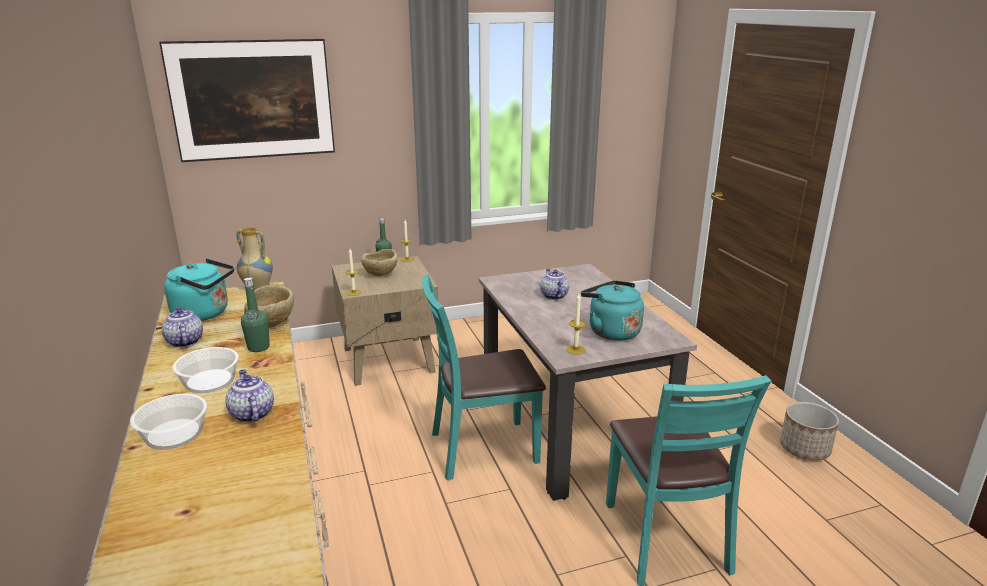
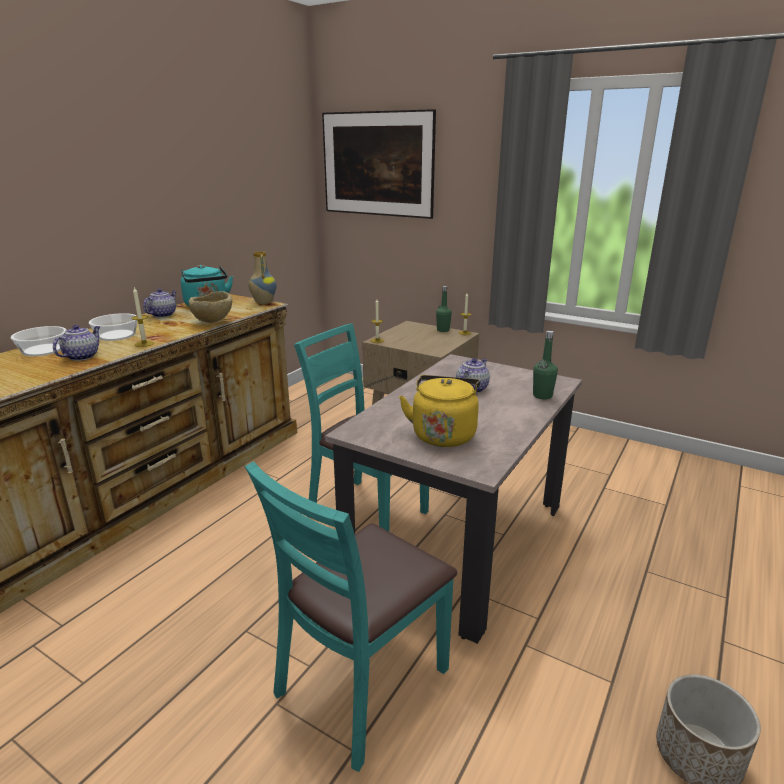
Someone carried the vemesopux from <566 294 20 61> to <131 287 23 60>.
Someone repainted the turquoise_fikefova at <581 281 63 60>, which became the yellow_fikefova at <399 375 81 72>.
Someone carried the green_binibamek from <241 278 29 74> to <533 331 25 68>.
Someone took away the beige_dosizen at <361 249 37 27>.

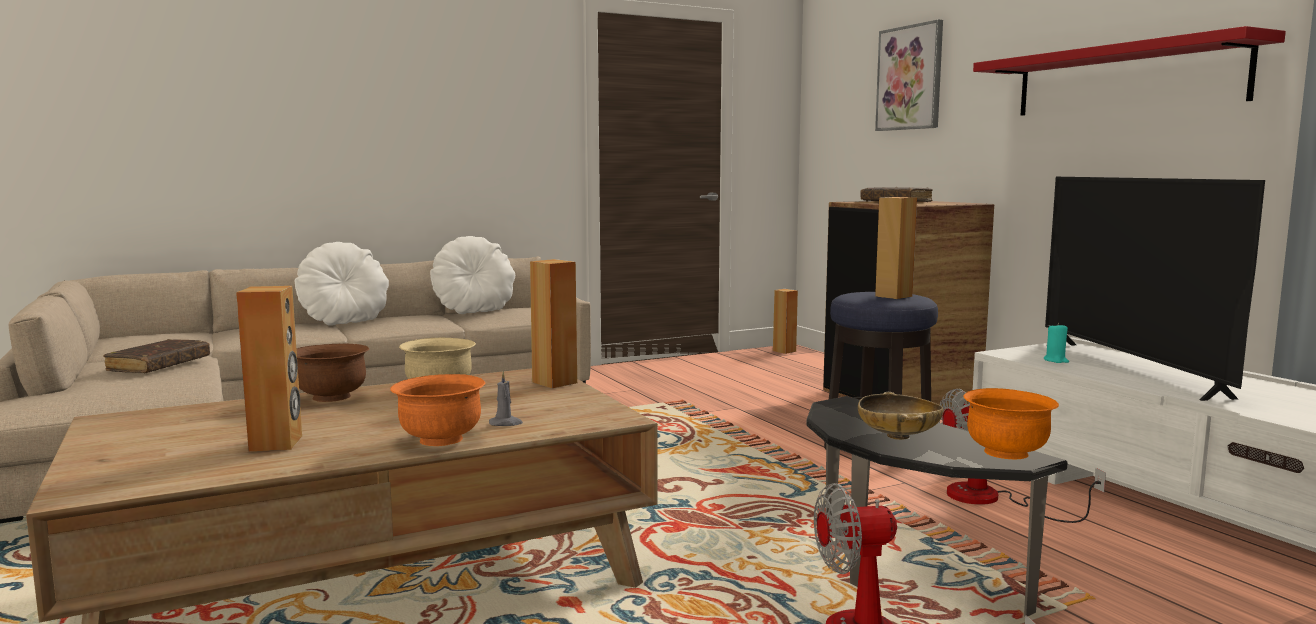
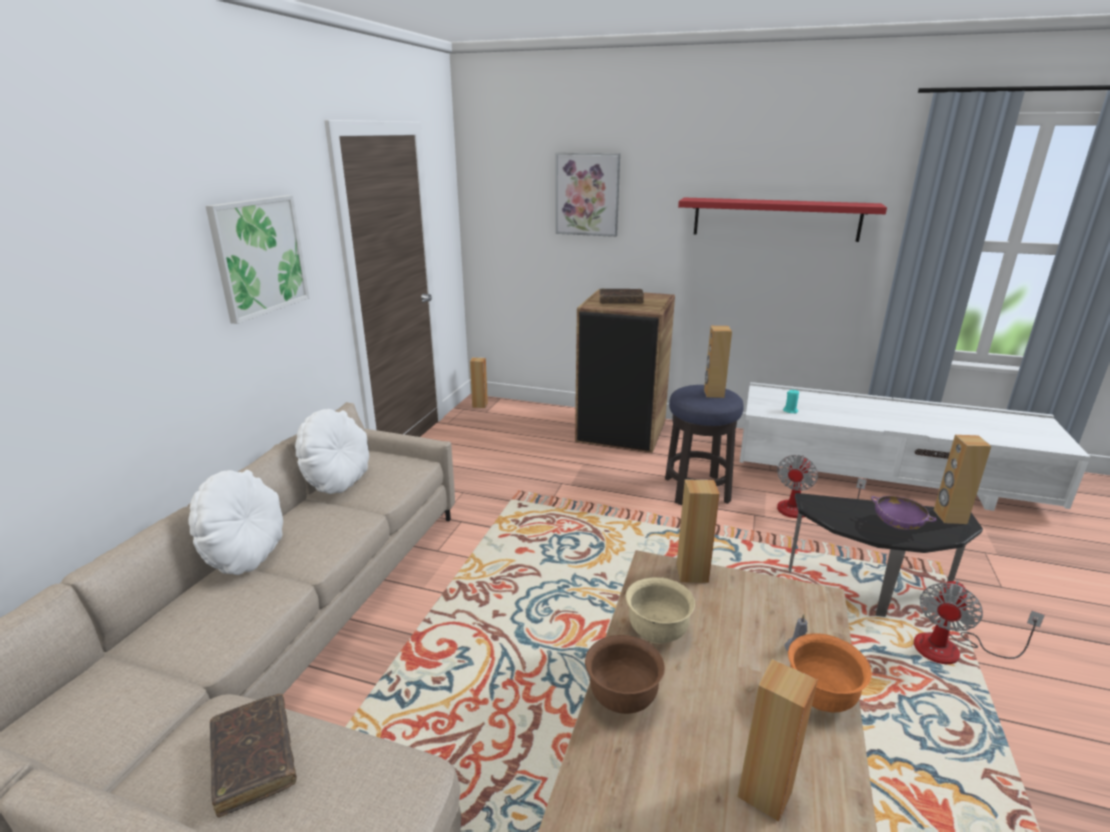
Someone put up the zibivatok at <206 195 103 129>.
Someone repainted the beige_dosizen at <858 392 86 48>, which became the purple_dosizen at <871 496 66 34>.
Someone swapped the orange_dosizen at <963 388 96 71> for the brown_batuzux at <934 435 57 89>.
Someone took away the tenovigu at <1045 177 220 224>.

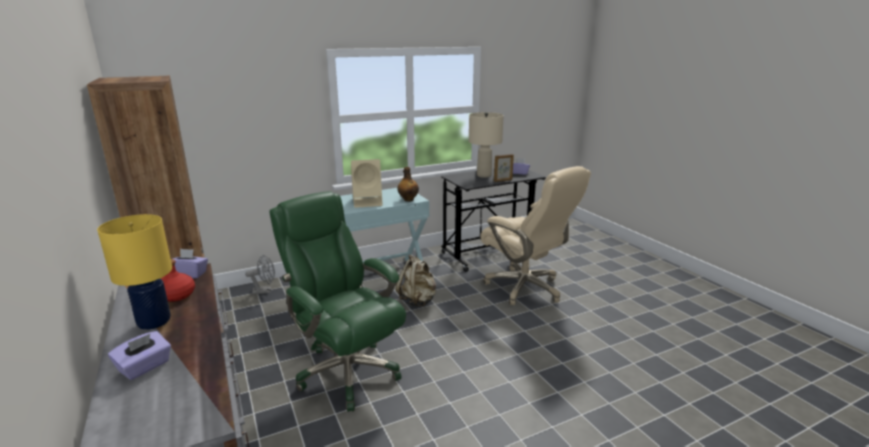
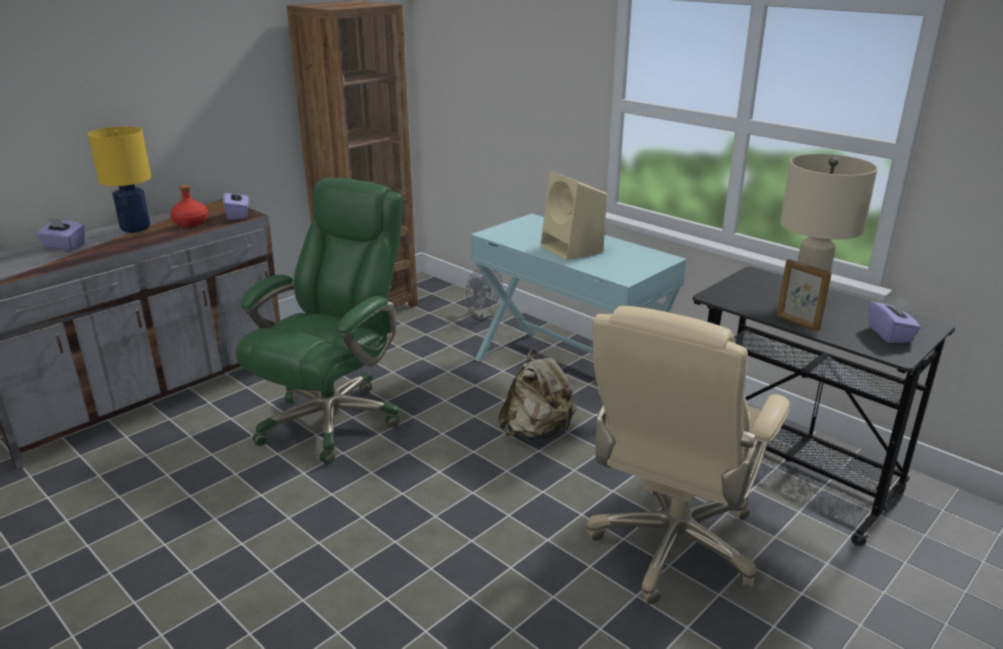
Someone took away the binibamek at <397 167 22 35>.

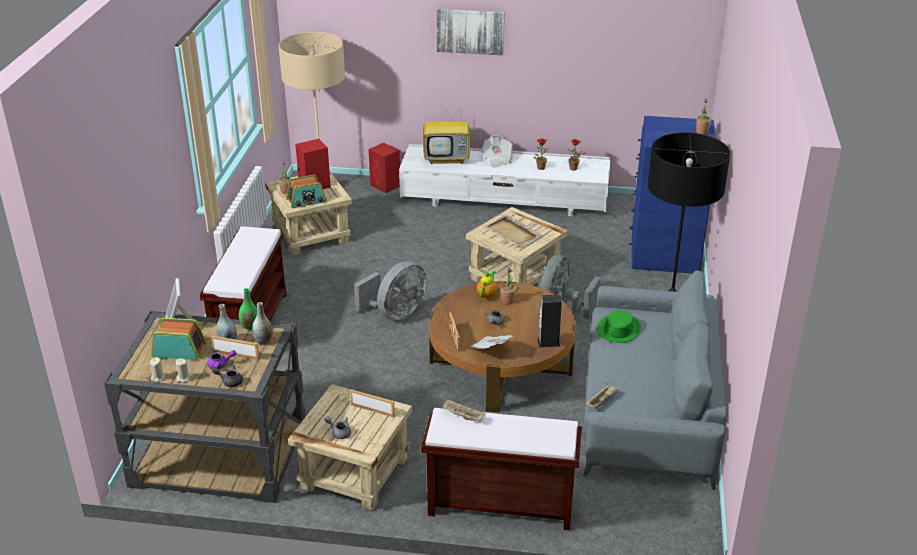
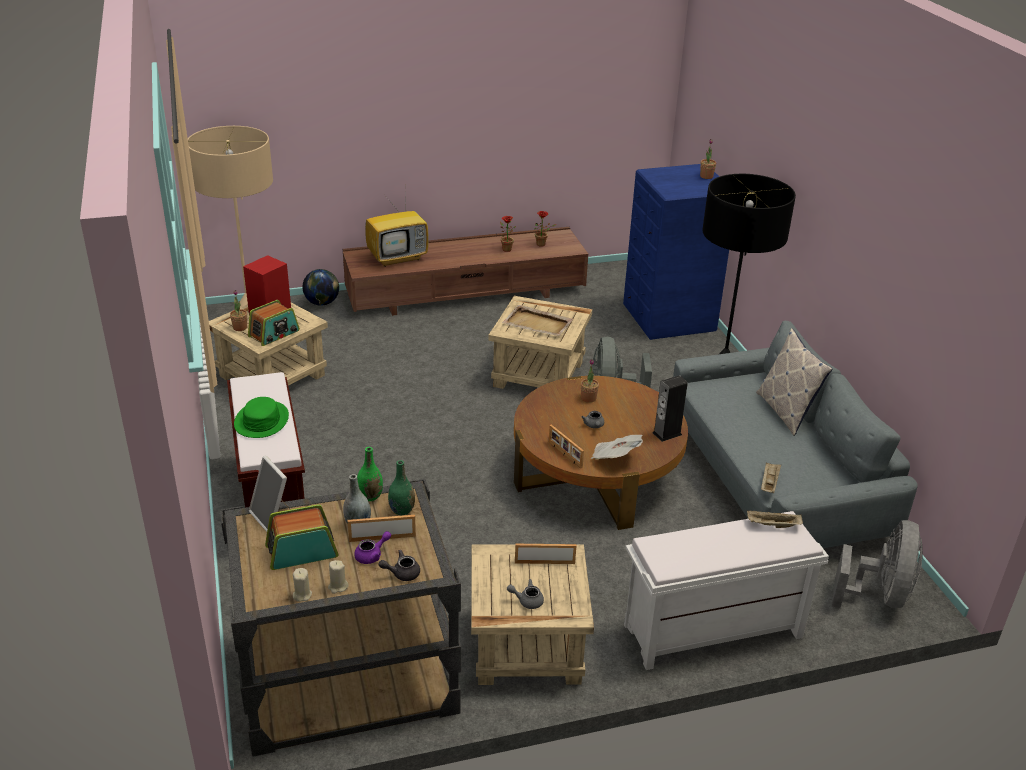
Someone carried the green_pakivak from <597 310 44 33> to <234 397 55 41>.
Someone swapped the red_batuzux at <368 143 32 50> for the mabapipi at <303 269 36 37>.
Someone repainted the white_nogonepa at <399 144 211 72>, which became the brown_nogonepa at <343 227 245 89>.
Someone repainted the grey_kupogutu at <252 302 21 42>, which became the green_kupogutu at <388 460 27 56>.
Someone repainted the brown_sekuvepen at <421 408 161 122>, which became the white_sekuvepen at <624 511 205 159>.
Someone carried the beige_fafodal from <442 399 44 22> to <747 511 56 17>.
Someone put down the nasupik at <756 328 77 108>.
Someone carried the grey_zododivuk from <354 261 73 59> to <832 520 91 88>.
Someone took away the zibivatok at <436 9 69 46>.
Someone took away the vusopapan at <477 271 20 29>.
Someone took away the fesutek at <482 135 31 33>.

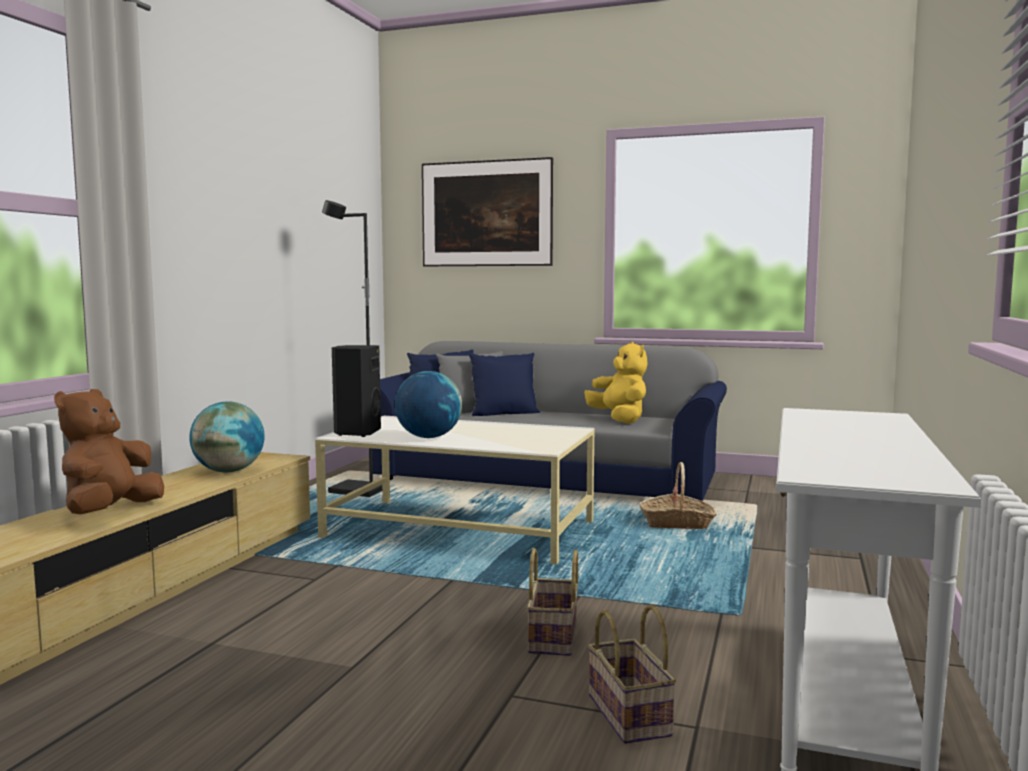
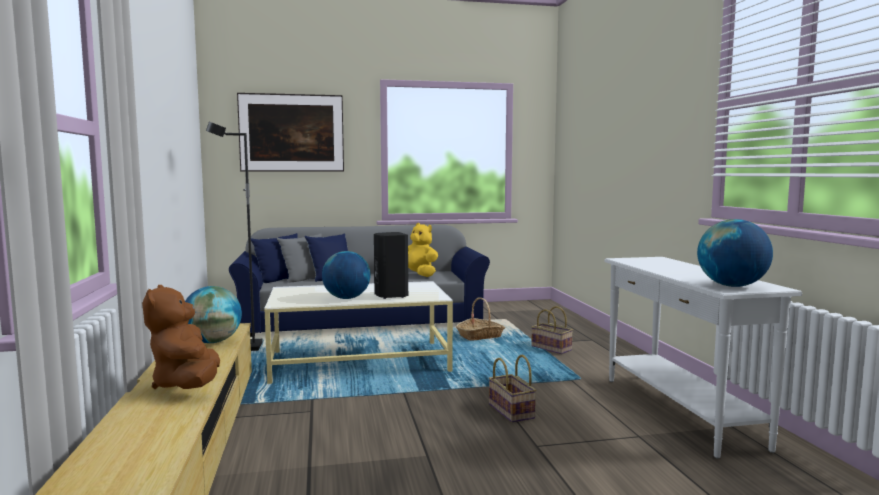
Someone carried the black_batuzux from <332 345 49 92> to <374 232 34 67>.
Someone carried the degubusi from <588 605 88 139> to <531 306 42 48>.
Someone put down the mabapipi at <697 219 76 68>.

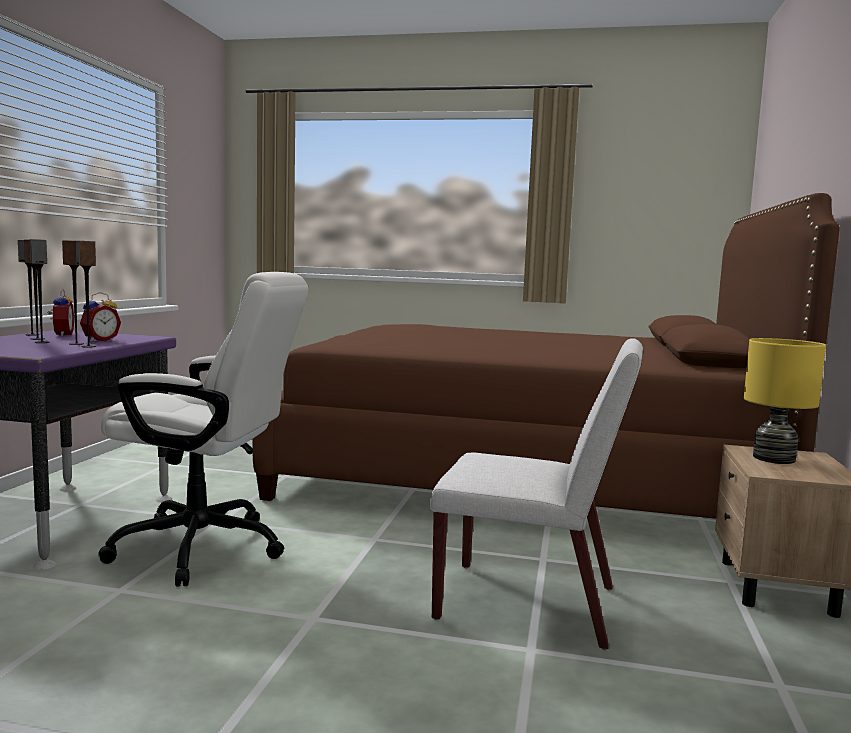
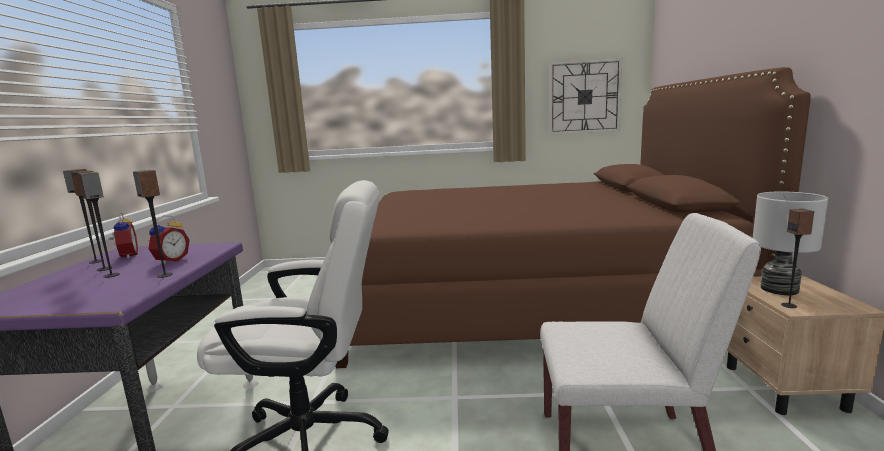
Someone put up the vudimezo at <549 58 73 77>.
Someone repainted the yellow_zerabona at <744 338 82 126>, which became the grey_zerabona at <753 192 75 103>.
Someone carried the batuzux from <62 240 22 105> to <781 209 33 99>.

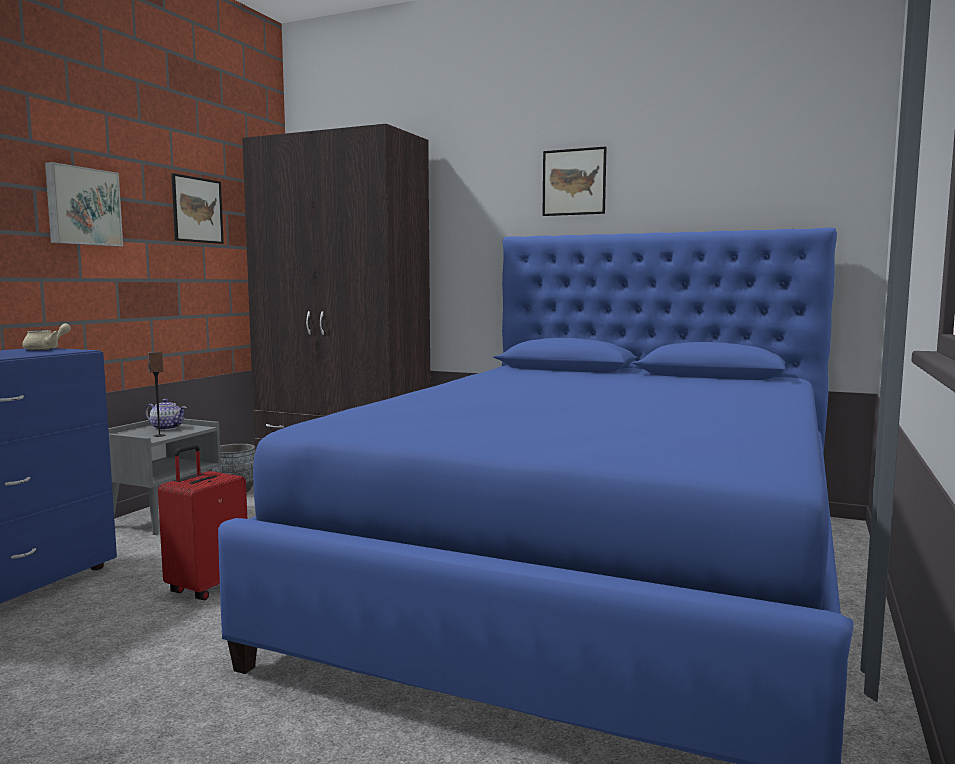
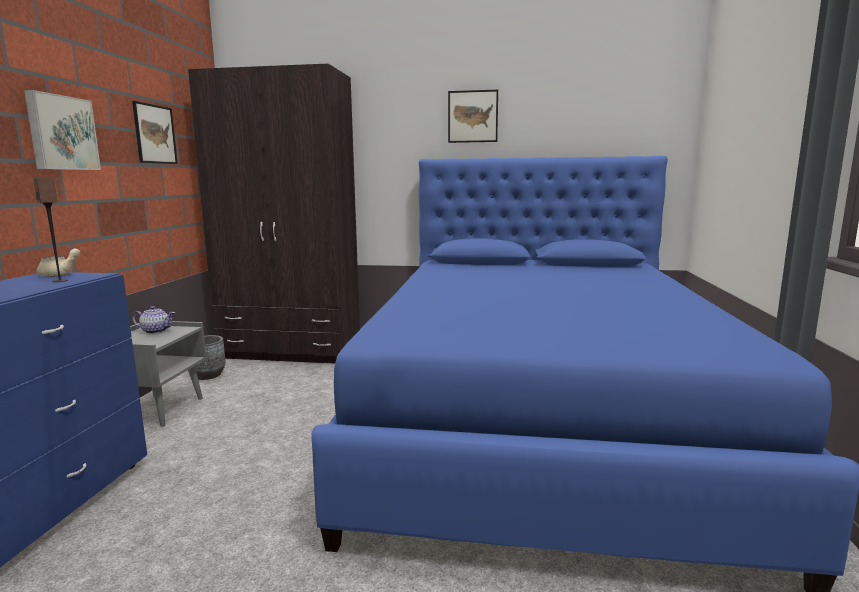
Someone carried the batuzux from <148 352 17 85> to <33 178 35 104>.
Someone took away the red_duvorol at <158 445 89 155>.

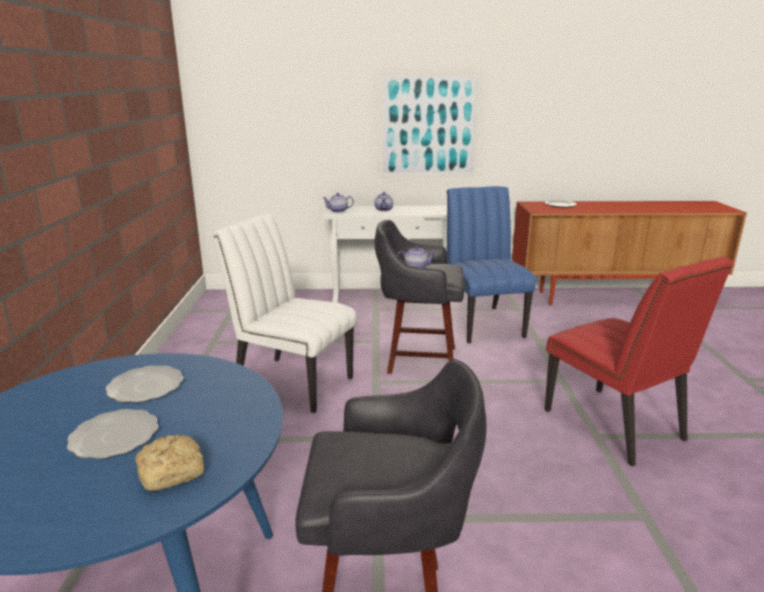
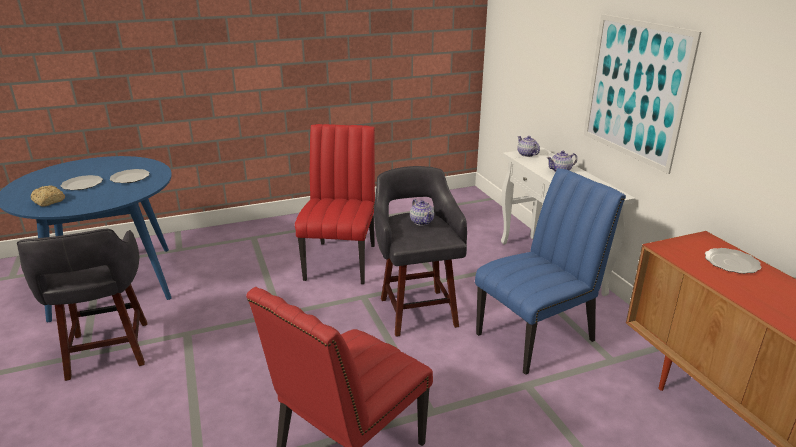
Someone repainted the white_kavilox at <213 214 144 199>, which became the red_kavilox at <295 124 80 160>.

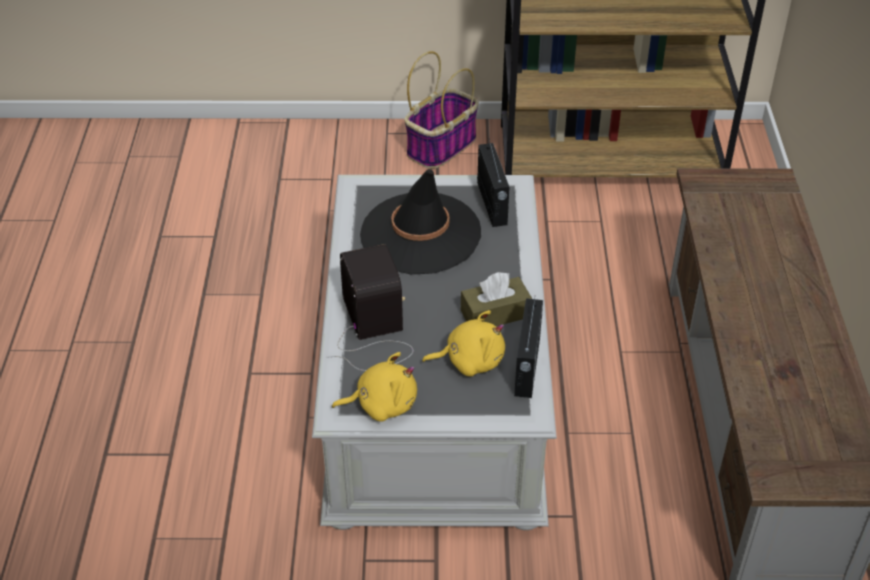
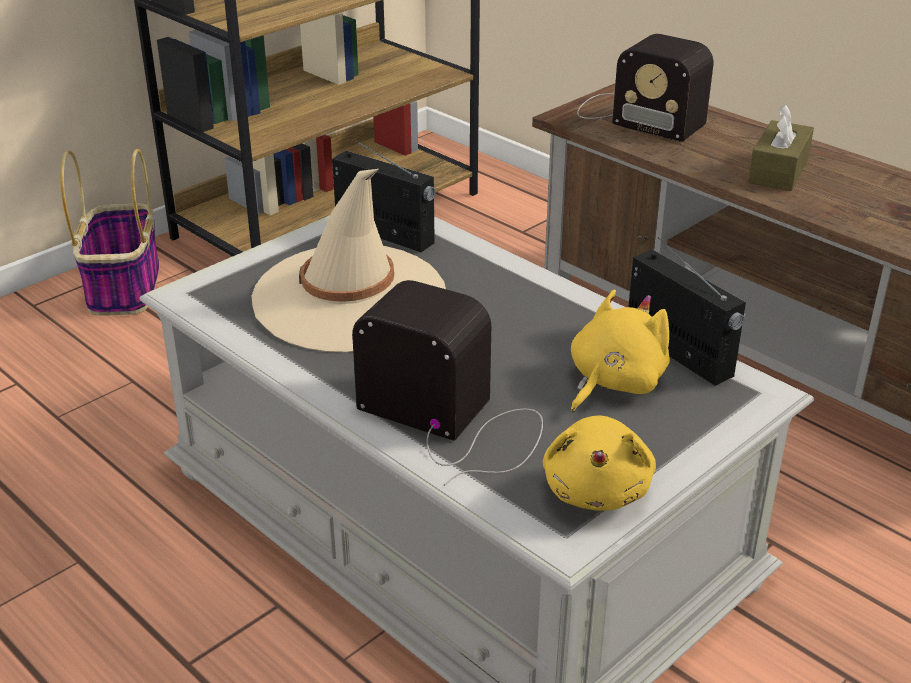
Someone repainted the black_pakivak at <360 169 121 105>, which became the beige_pakivak at <252 169 194 184>.
Someone rotated the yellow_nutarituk at <332 352 85 70> by 150 degrees clockwise.
Someone put down the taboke at <577 34 136 108>.
Someone carried the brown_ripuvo from <461 272 71 54> to <748 104 66 87>.

